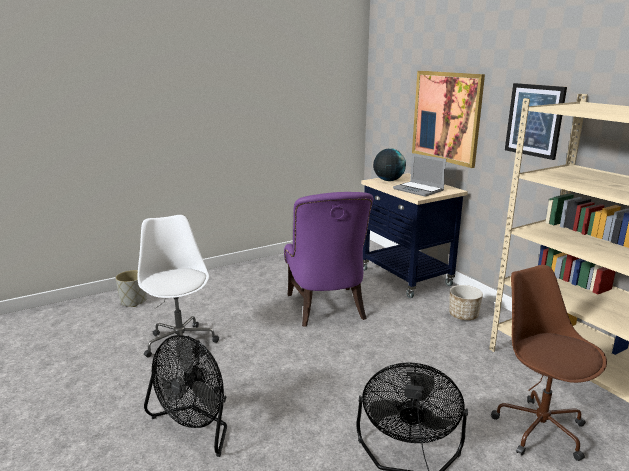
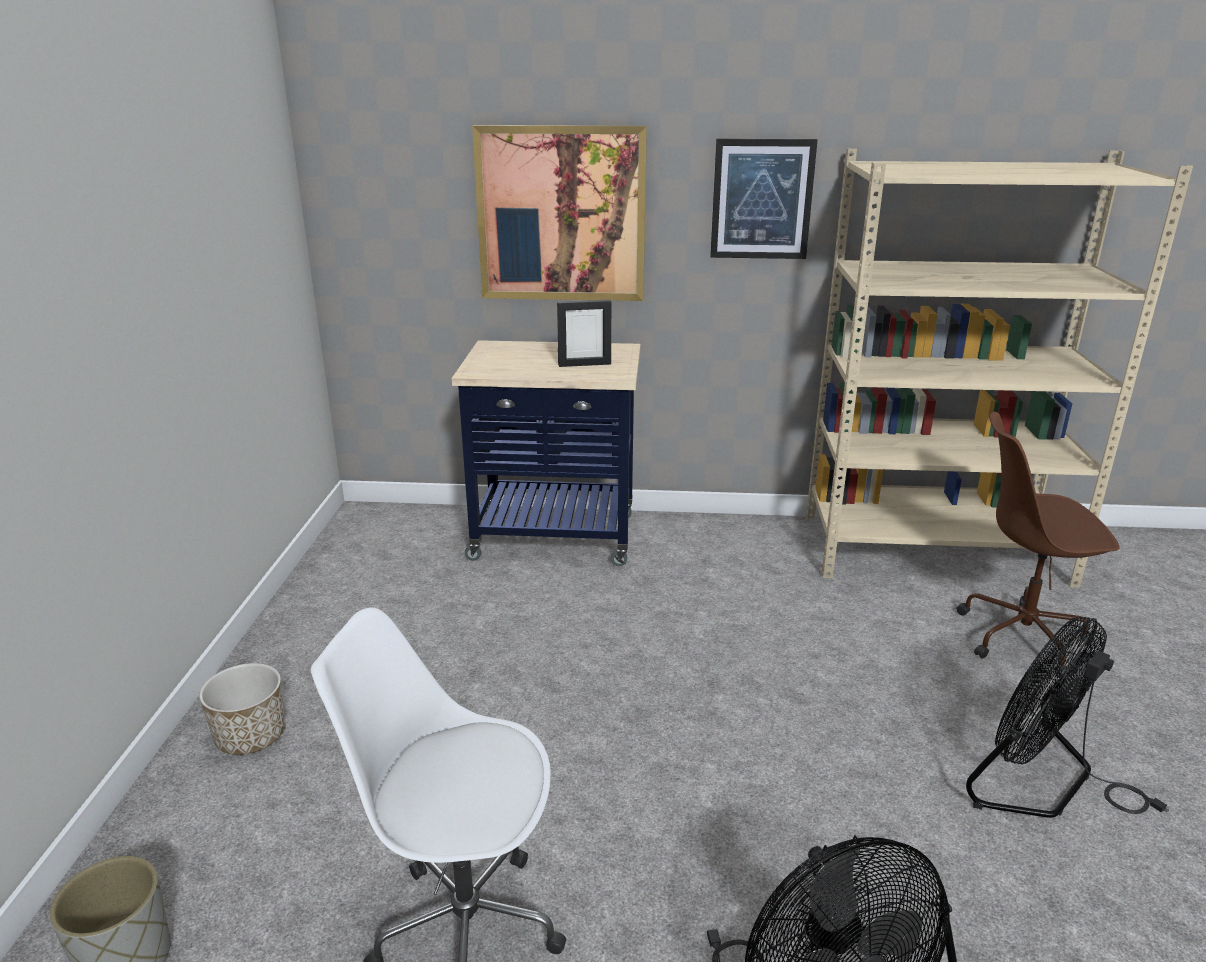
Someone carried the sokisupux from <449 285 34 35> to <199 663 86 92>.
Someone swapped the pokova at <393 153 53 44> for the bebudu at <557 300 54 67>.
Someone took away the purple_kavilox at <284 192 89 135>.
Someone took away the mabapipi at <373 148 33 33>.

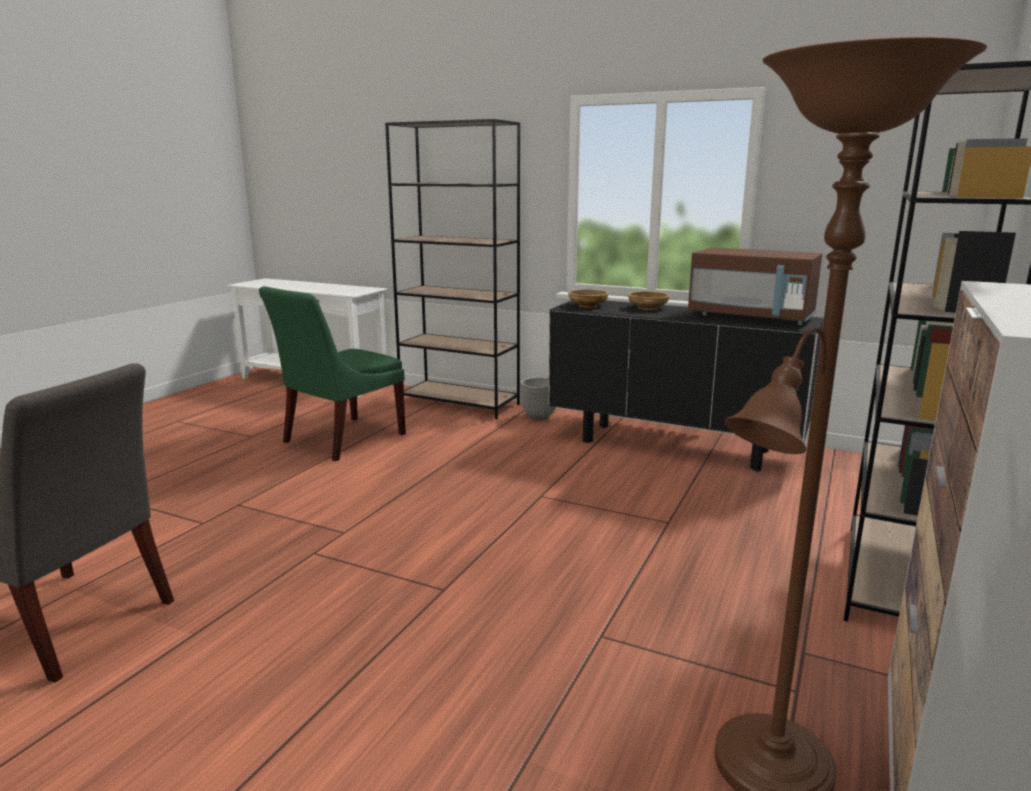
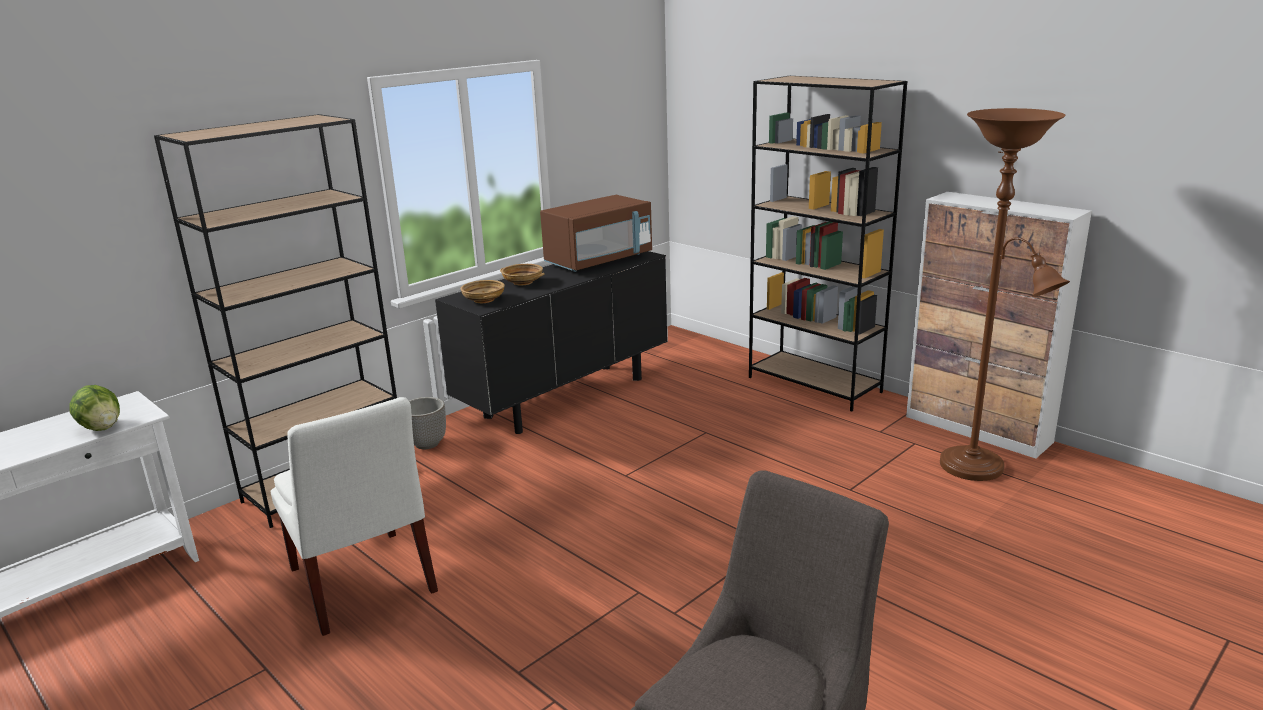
Someone put down the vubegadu at <69 385 51 46>.
Someone repainted the green_kavilox at <259 286 147 175>, which became the white_kavilox at <270 397 168 239>.

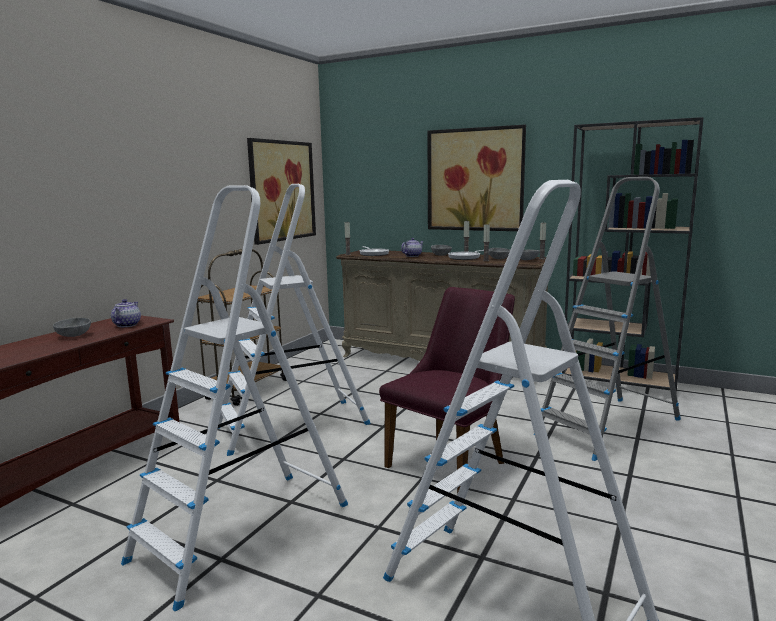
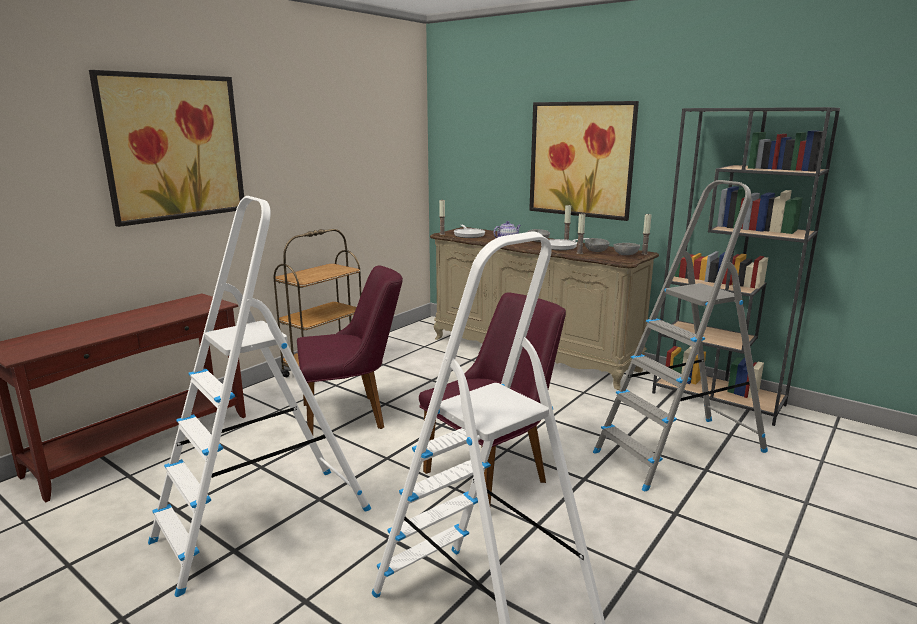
Someone carried the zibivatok from <247 138 69 107> to <89 70 155 157>.
Someone swapped the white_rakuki at <218 184 153 272> for the purple_kavilox at <297 266 106 169>.
Someone took away the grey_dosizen at <53 318 38 19>.
Someone took away the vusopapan at <111 299 30 28>.

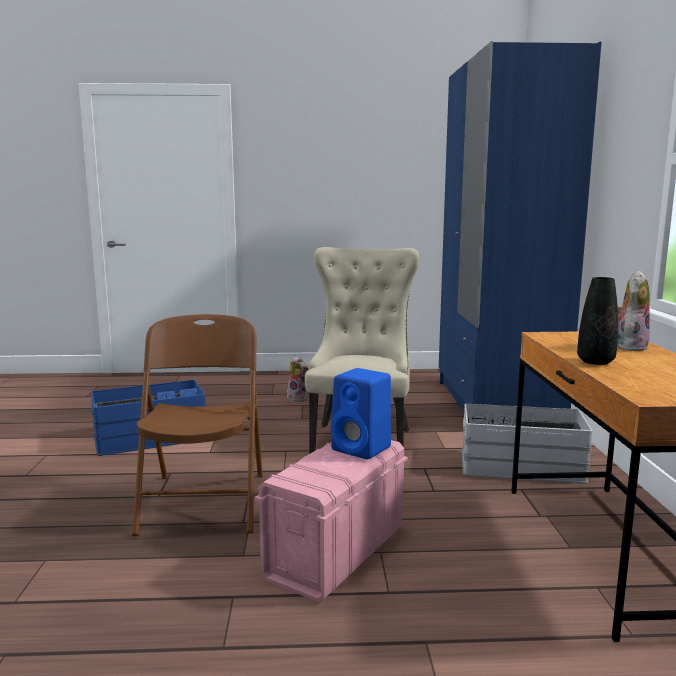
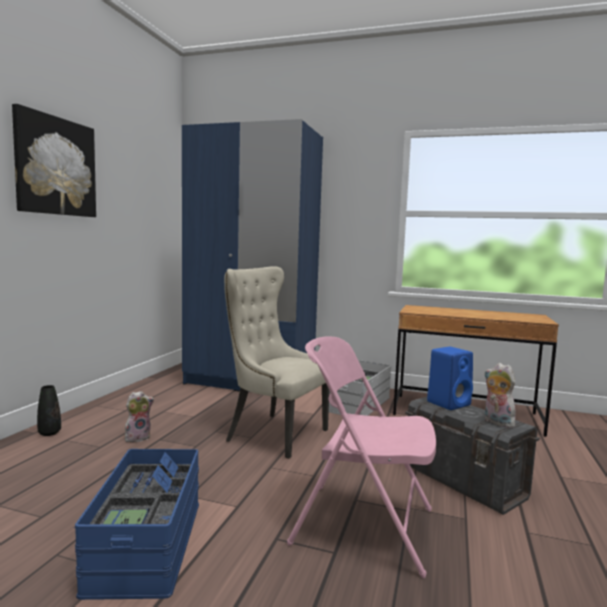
Someone put up the zibivatok at <12 104 84 113>.
Someone carried the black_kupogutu from <577 277 41 88> to <37 385 24 51>.
Someone repainted the brown_kavilox at <132 314 131 222>, which became the pink_kavilox at <287 336 149 242>.
Someone repainted the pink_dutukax at <255 440 153 162>, which became the grey_dutukax at <405 397 135 118>.
Someone carried the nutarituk from <617 271 33 80> to <484 363 33 65>.

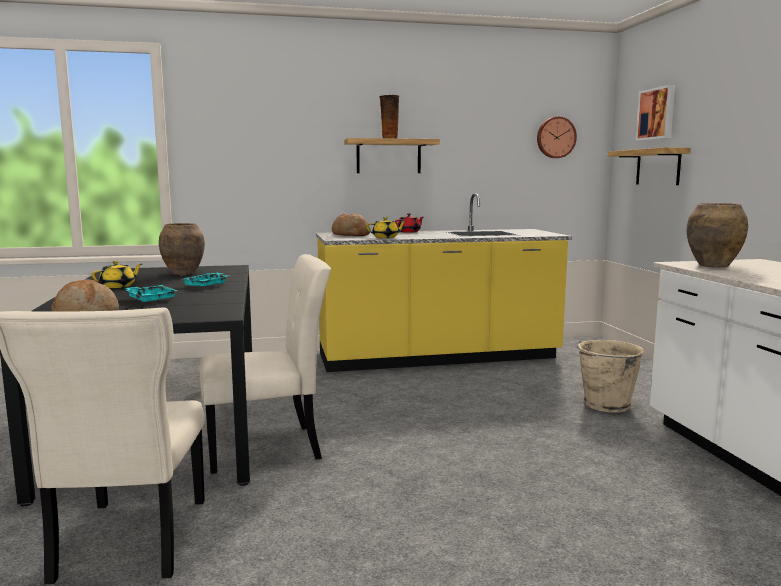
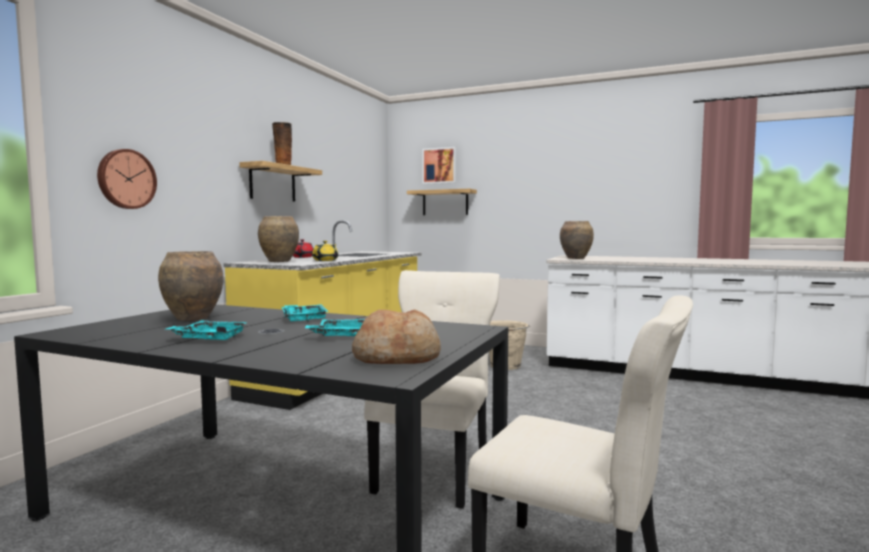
Someone carried the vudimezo from <537 117 40 41> to <97 149 60 60>.
Someone swapped the yellow_vusopapan at <92 261 50 27> for the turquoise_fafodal at <166 320 82 20>.
Someone swapped the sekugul at <332 214 38 22> for the brown_kupogutu at <258 216 41 46>.

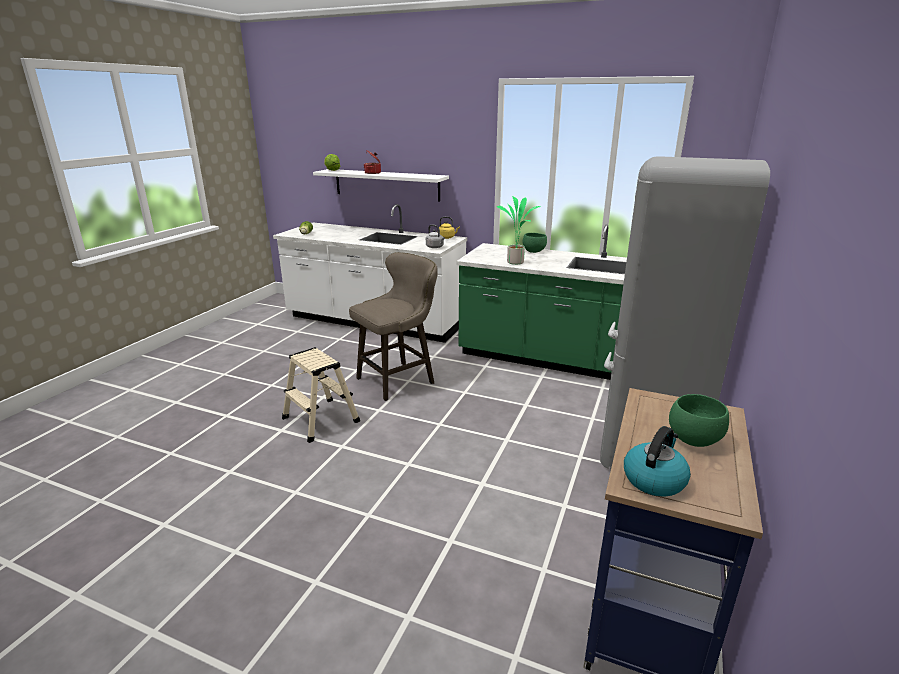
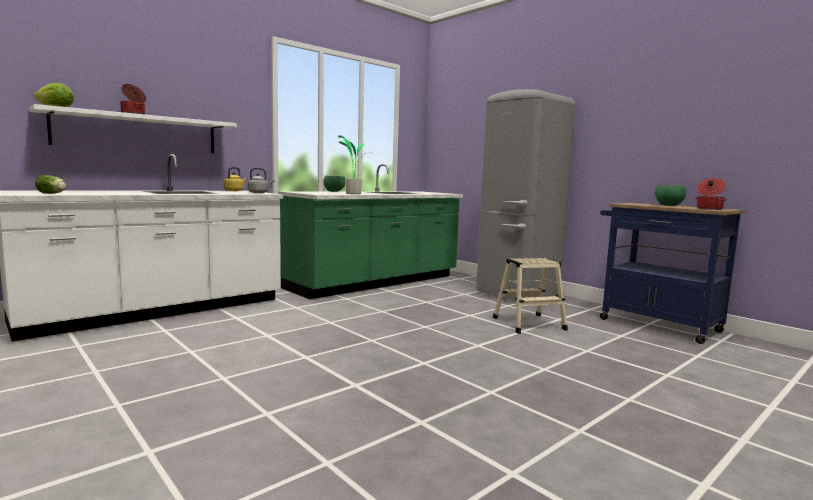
Someone carried the beige_rakuki from <282 347 78 96> to <493 258 75 76>.
Someone swapped the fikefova at <624 426 67 70> for the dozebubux at <695 178 32 32>.
Someone took away the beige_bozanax at <349 252 89 149>.

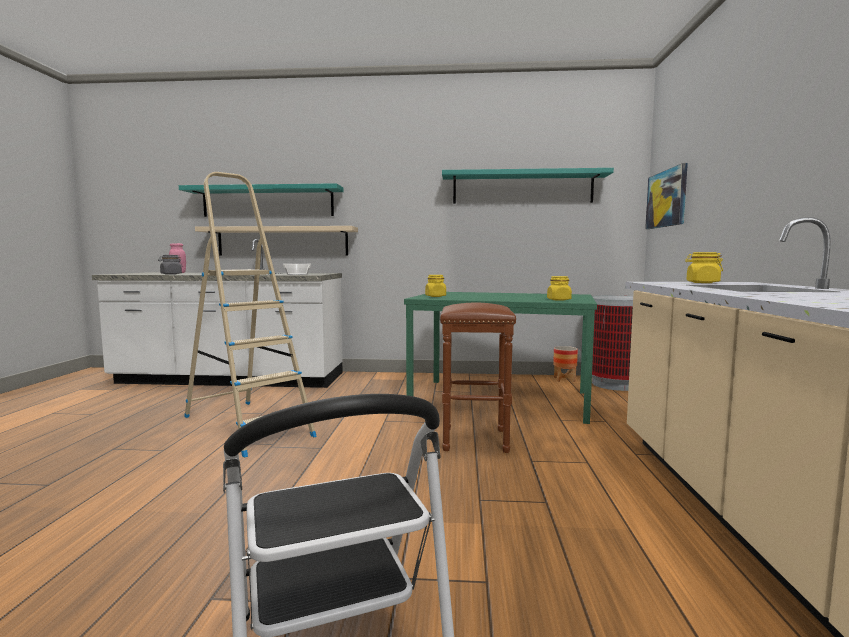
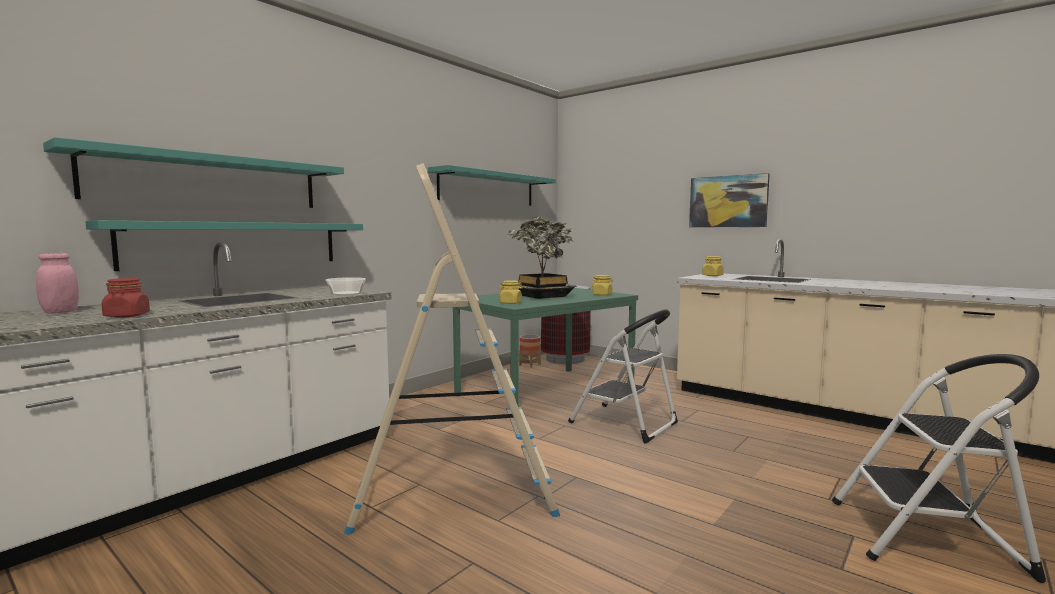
Someone repainted the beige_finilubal at <195 226 163 30>, which became the turquoise_finilubal at <86 220 277 51>.
Someone repainted the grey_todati at <158 255 25 20>, which became the red_todati at <102 278 48 40>.
Someone put down the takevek at <507 216 70 83>.
Someone swapped the brown_bozanax at <440 303 76 150> for the rakuki at <568 309 110 134>.
Someone carried the zibivatok from <645 163 43 66> to <689 173 81 55>.

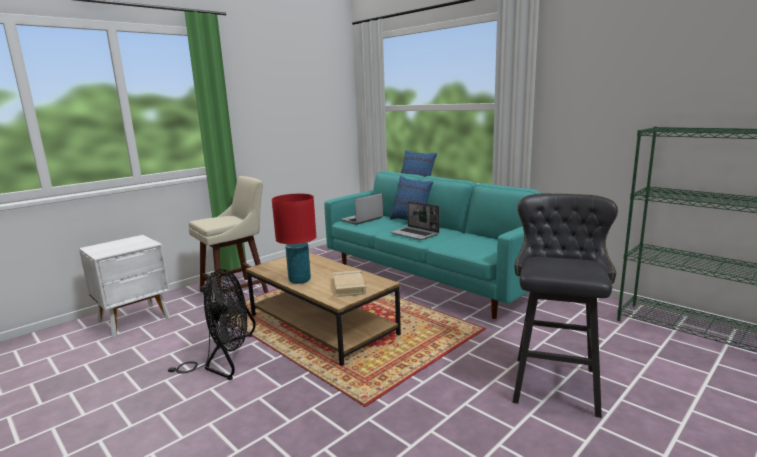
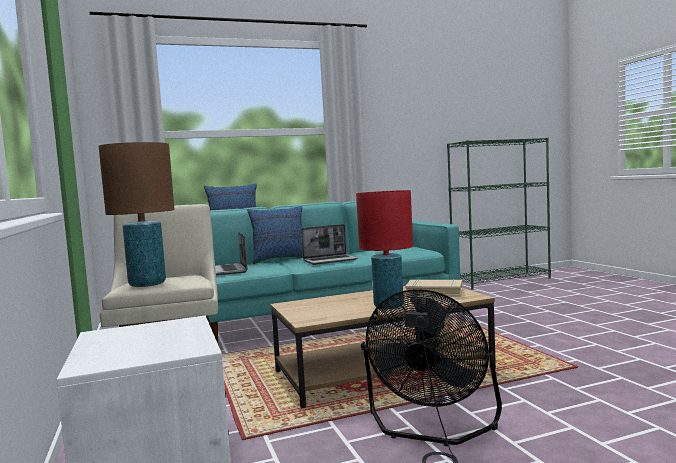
Someone put down the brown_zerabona at <99 142 76 145>.
Someone took away the black_bozanax at <513 193 105 225>.

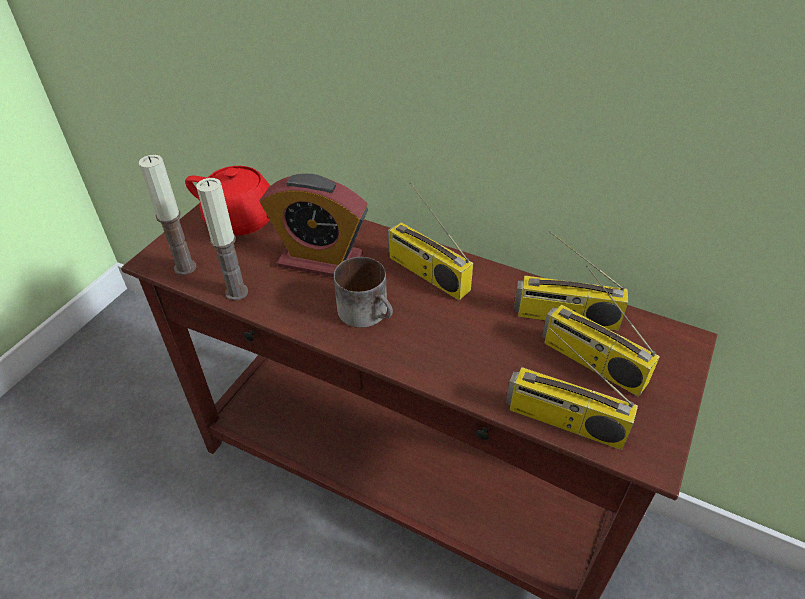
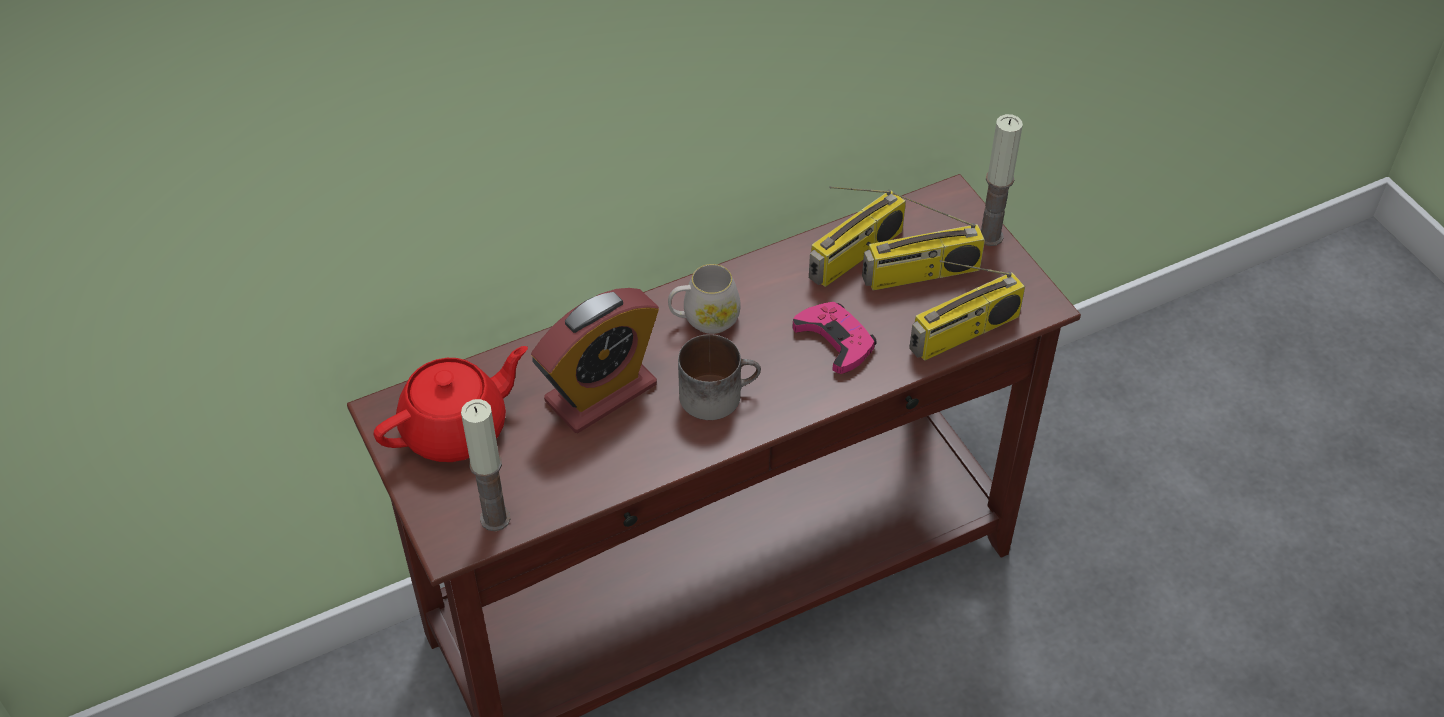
Someone swapped the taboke at <388 182 85 118> for the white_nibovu at <668 264 73 70>.
Someone put down the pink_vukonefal at <792 302 85 72>.
Someone carried the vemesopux from <196 178 52 122> to <980 114 43 132>.

